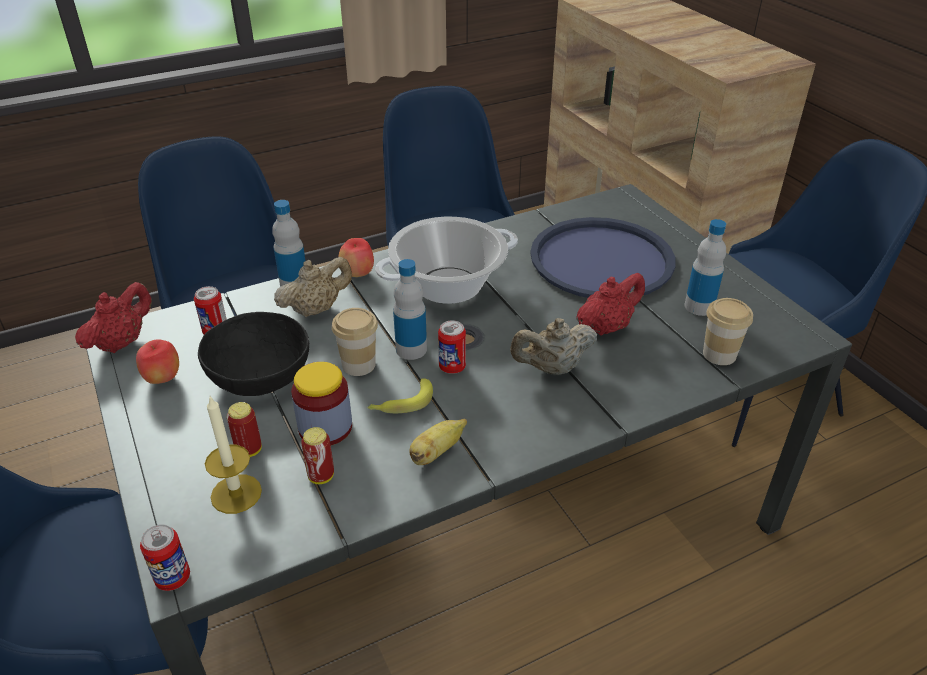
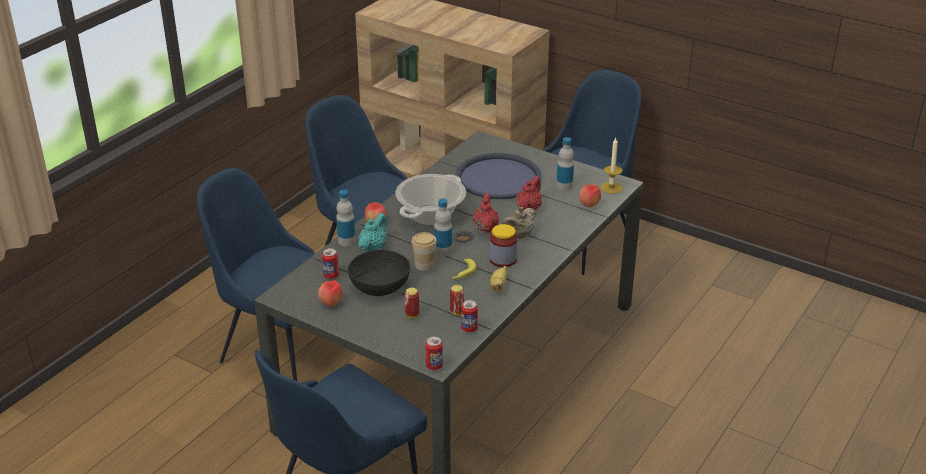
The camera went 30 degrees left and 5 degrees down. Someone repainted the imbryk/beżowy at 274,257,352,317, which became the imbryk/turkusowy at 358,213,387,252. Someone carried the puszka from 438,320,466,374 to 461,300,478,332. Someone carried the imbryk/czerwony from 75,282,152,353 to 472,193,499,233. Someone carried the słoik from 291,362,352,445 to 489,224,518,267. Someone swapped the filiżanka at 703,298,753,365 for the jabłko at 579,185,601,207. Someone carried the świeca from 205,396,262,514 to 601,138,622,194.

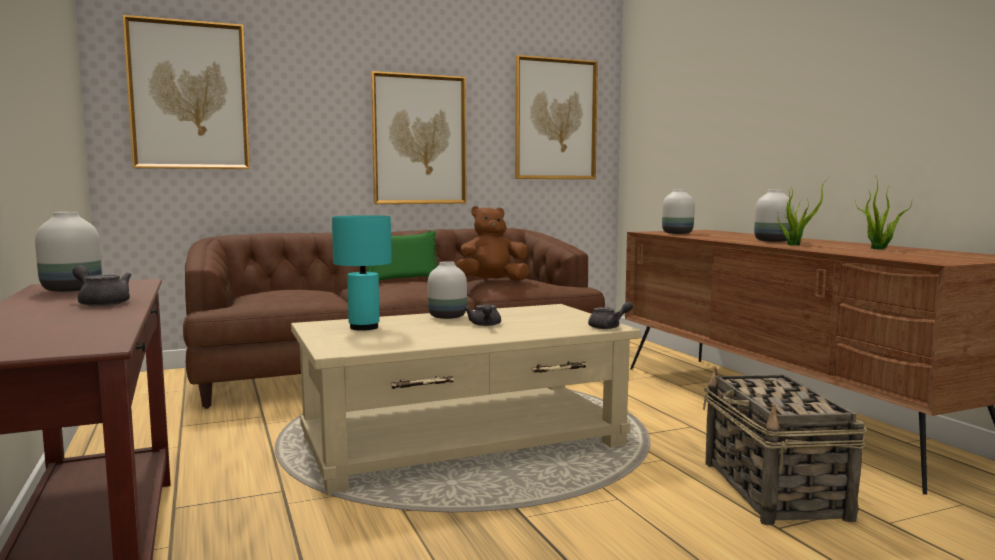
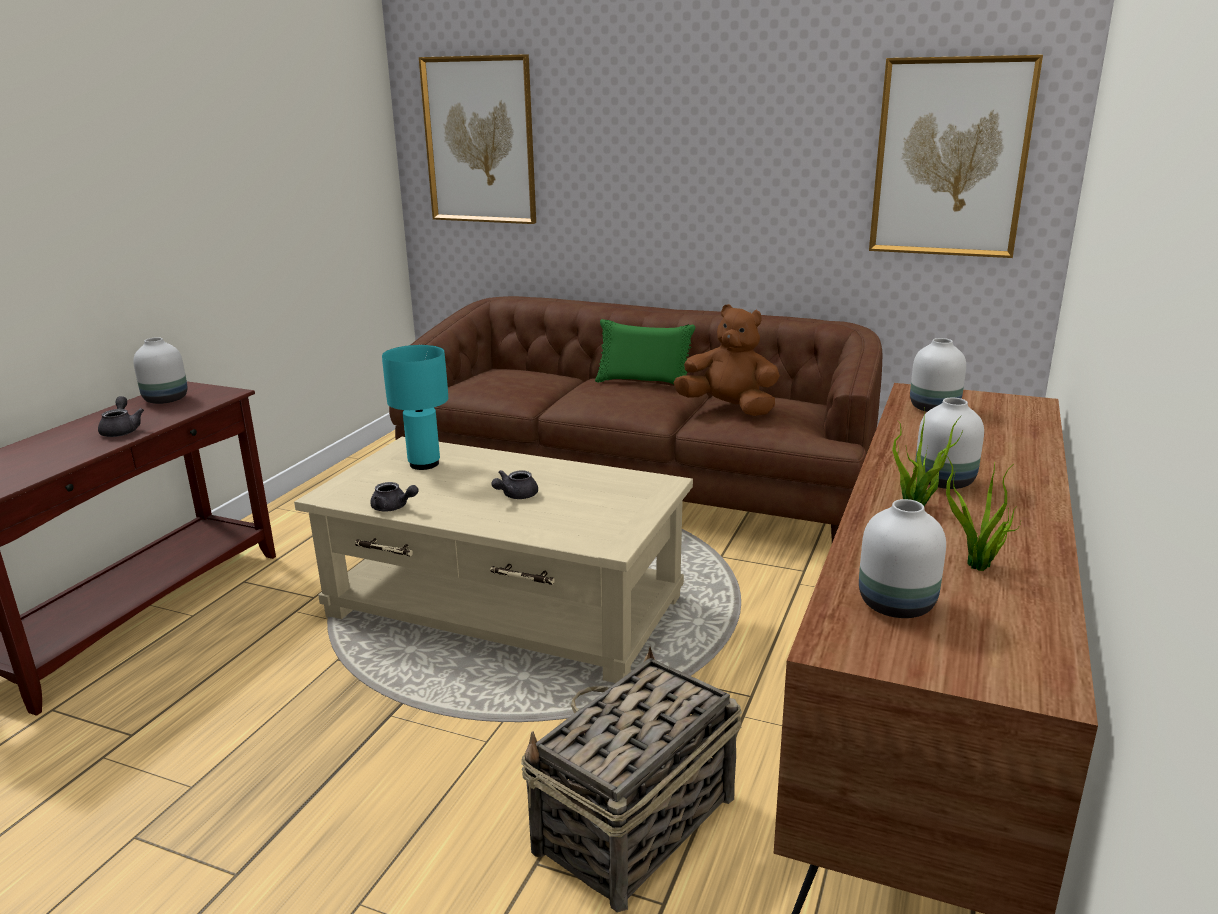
The camera went 45 degrees right and 15 degrees up. Someone carried the imbryk/szary from 588,301,633,329 to 370,482,419,511. Someone carried the wazon/biały from 428,261,467,319 to 859,499,946,618. Someone took away the obraz at 371,71,467,204.

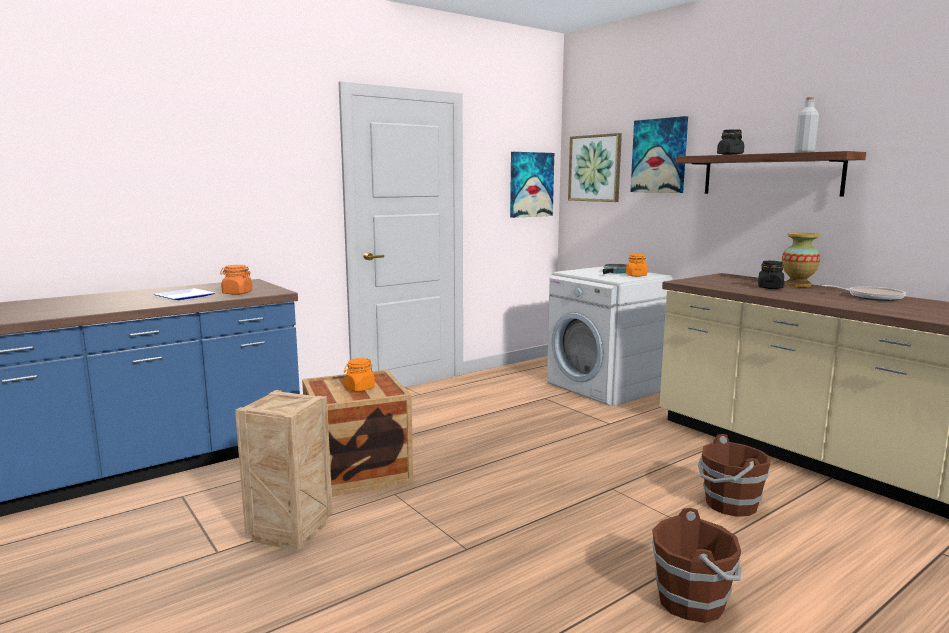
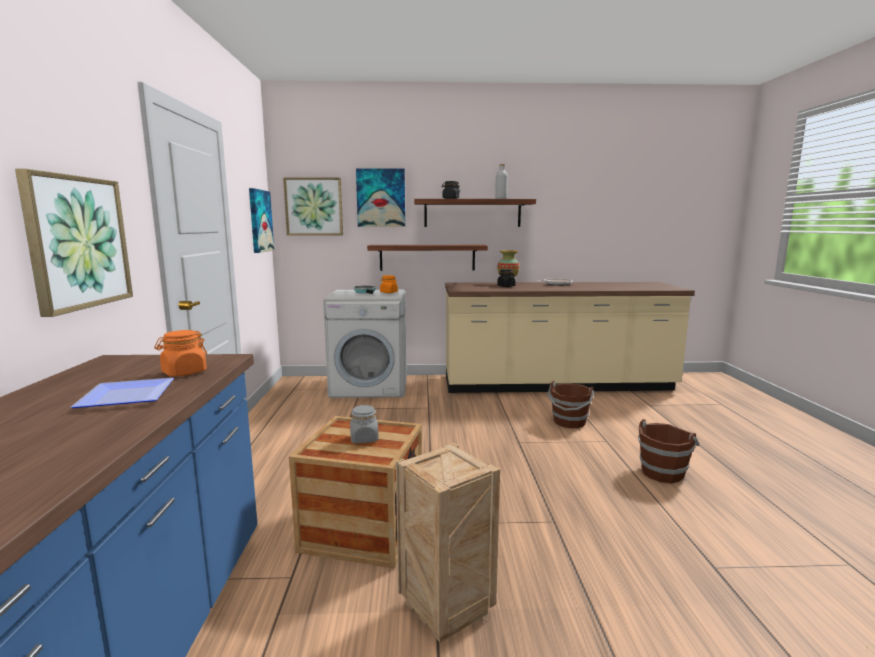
The camera went 55 degrees left and 0 degrees up. Someone put up the obraz at 15,169,133,317. Someone repainted the słoik/pomarańczowy at 344,358,375,392, which became the słoik/szary at 350,405,379,443. Someone put up the półka at 367,245,488,271.

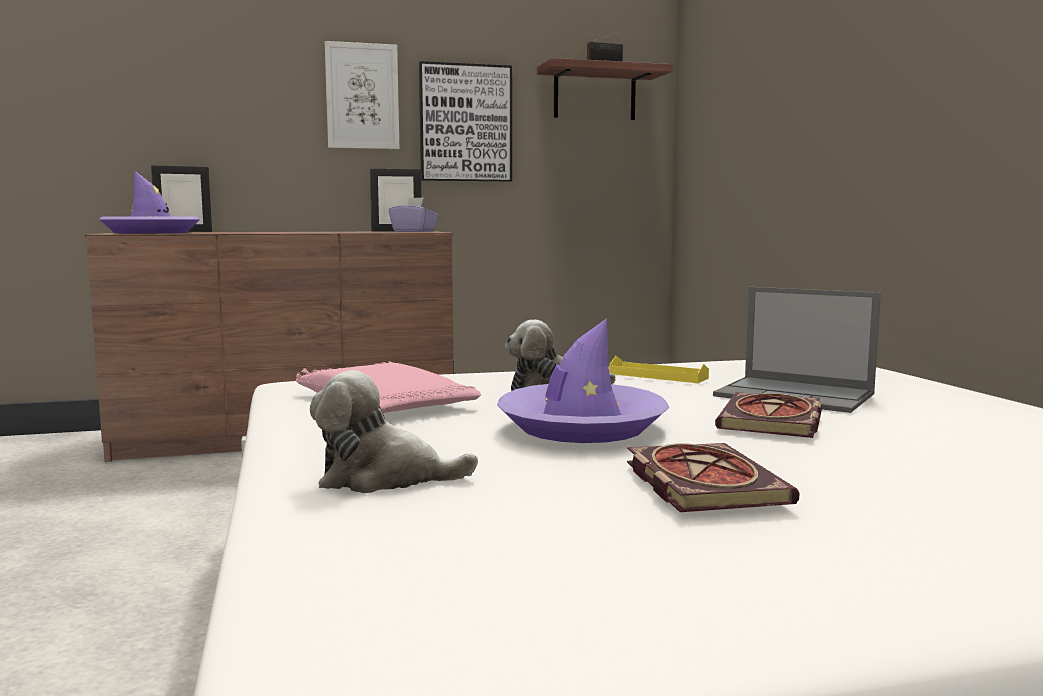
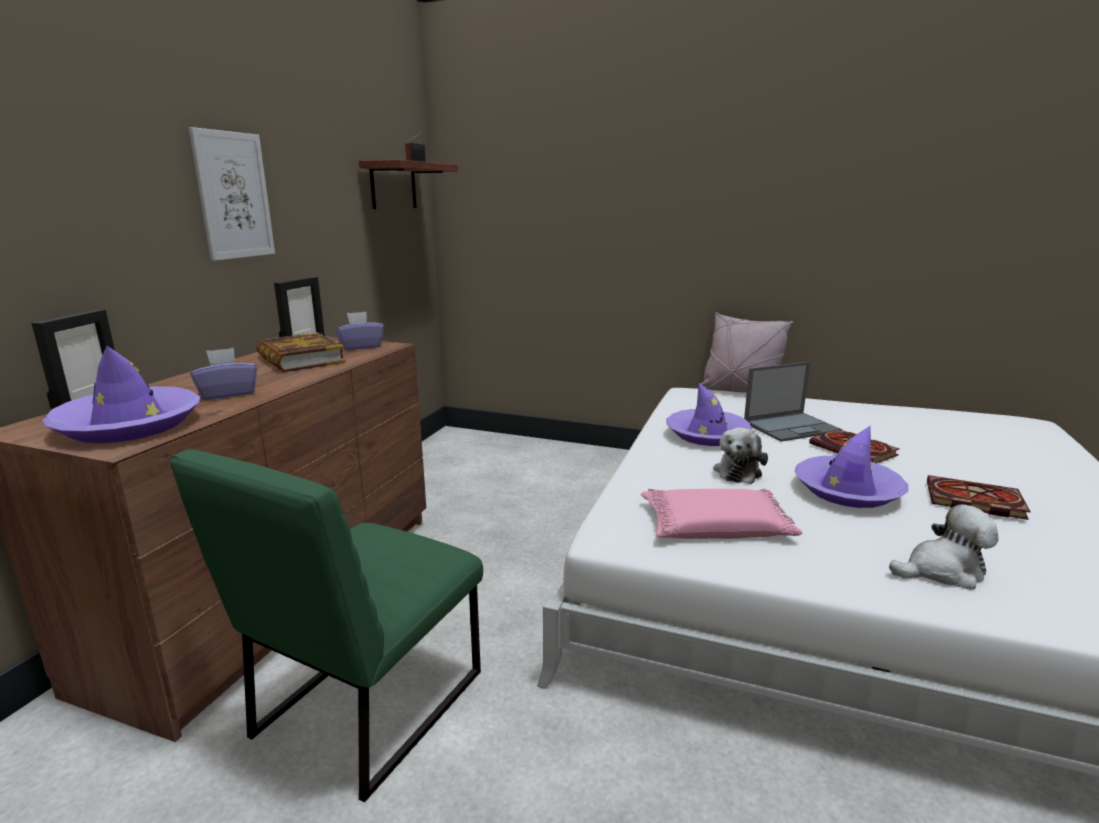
The camera went 55 degrees left and 10 degrees up. Someone put down the krzesło/zielony at 171,449,483,802. Someone put down the pudełko chusteczek/fioletowy at 191,348,257,400. Someone put down the książka at 256,332,346,372. Someone swapped the taca/żółty at 609,356,709,383 for the kapelusz/fioletowy at 666,383,752,446. Someone put down the poduszka/fioletowy at 701,312,793,393. Someone rotated the pluszak at 310,370,478,493 by 135 degrees counterclockwise. Someone took away the obraz at 419,61,512,182.

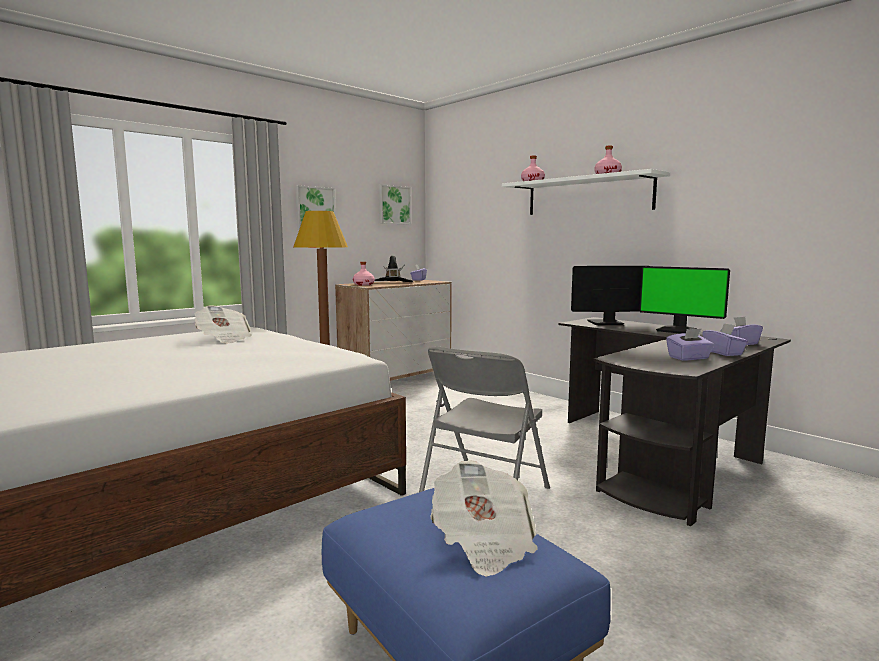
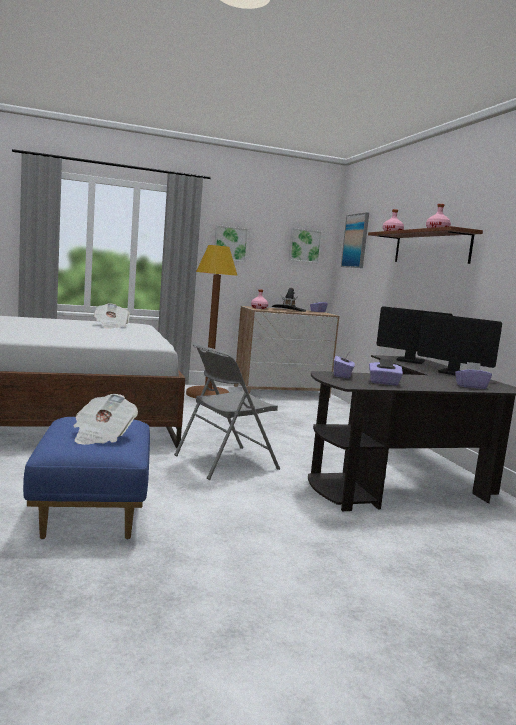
The camera went 25 degrees right and 0 degrees up. Someone carried the pudełko chusteczek/fioletowy from 702,323,748,356 to 334,353,355,378. Someone put up the obraz at 341,212,369,268. Someone repainted the półka/biały at 502,169,670,215, which became the półka/brązowy at 368,226,483,264. Someone rotated the monitor at 639,266,730,334 by 150 degrees clockwise.

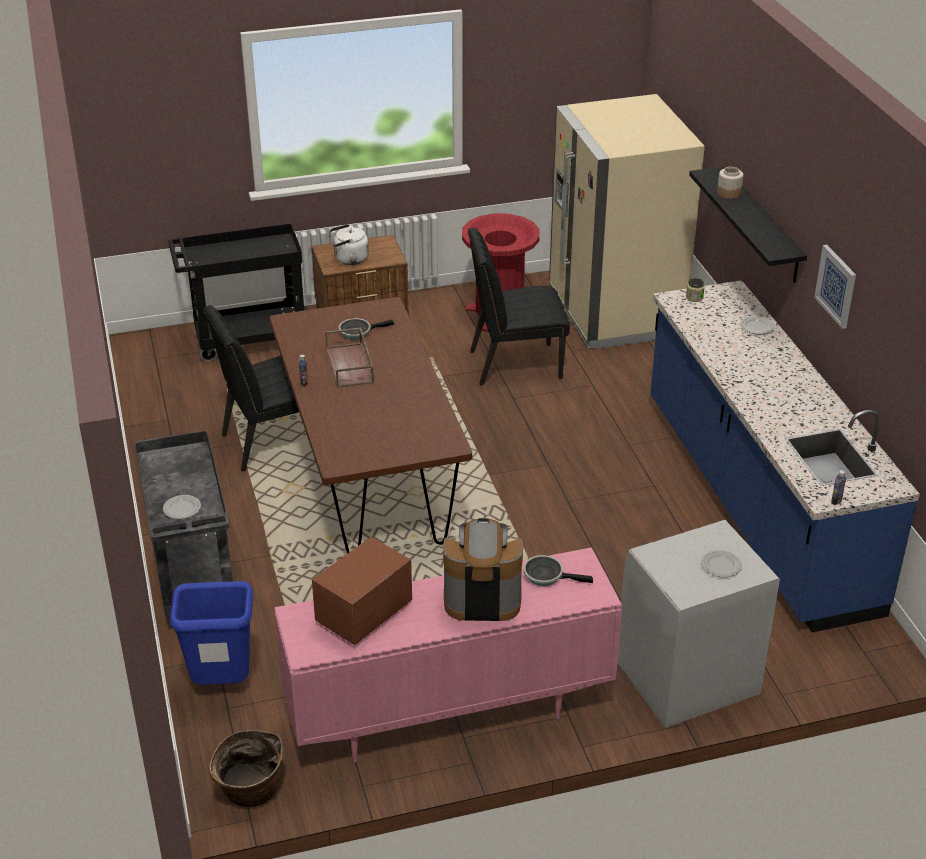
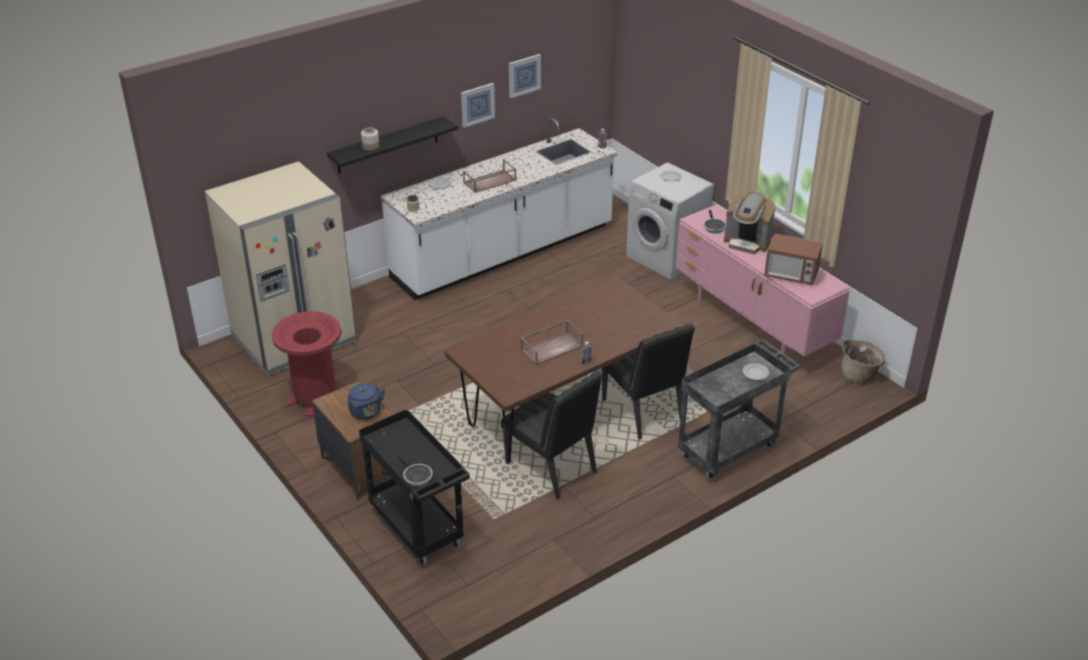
The camera went 110 degrees left and 0 degrees up. Someone repainted the czajnik/biały at 330,224,369,265, which became the czajnik/niebieski at 348,383,385,419. Someone repainted the zabudowa kuchenna/niebieski at 650,280,920,632, which became the zabudowa kuchenna/biały at 381,118,617,300. Someone carried the patelnia from 339,318,394,340 to 397,454,433,487. Someone put down the taca/brązowy at 463,159,516,193. Someone put up the obraz at 509,54,541,98. Someone carried the krzesło/czarny from 468,228,570,386 to 602,323,695,439. Someone rotated the ekspres do kawy at 443,518,523,621 by 45 degrees counterclockwise. Someone took away the kosz na śmieci/niebieski at 170,581,253,685.

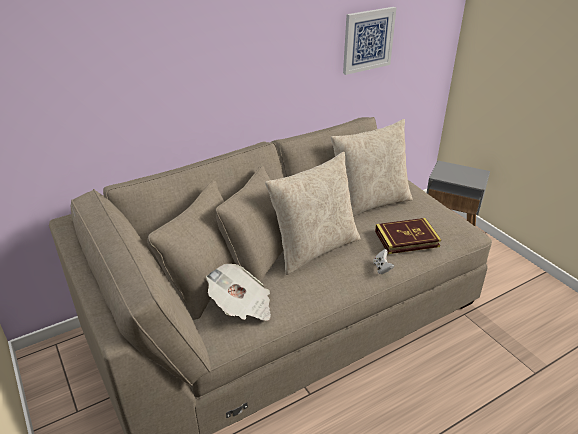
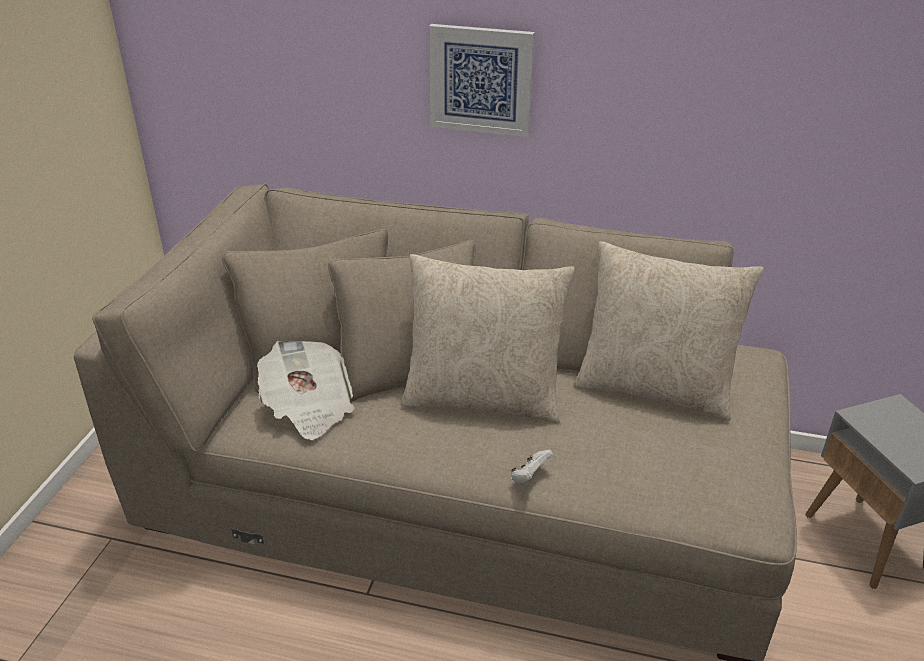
The camera went 45 degrees right and 0 degrees up. Someone carried the obraz from 343,7,396,75 to 429,24,535,137. Someone took away the książka at 375,218,441,254.

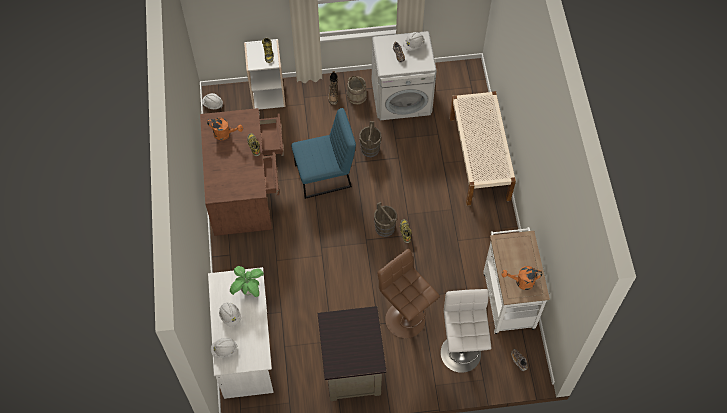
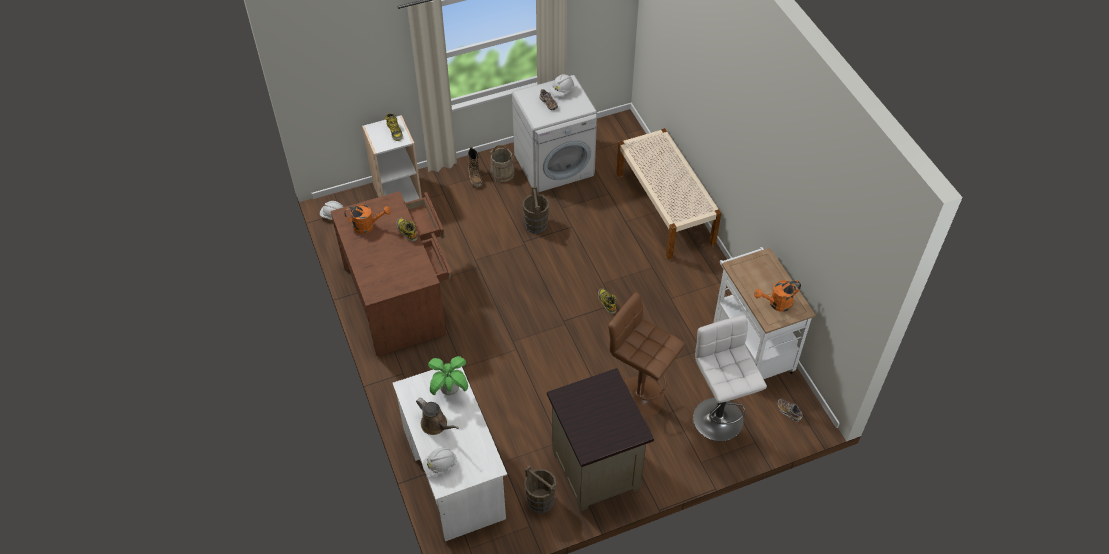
The camera went 15 degrees left and 10 degrees down. Someone swapped the kask/biały at 219,303,241,326 for the konewka/brązowy at 416,398,459,435. Someone carried the wiadro/brązowy from 374,202,397,237 to 524,465,557,513. Someone took away the krzesło/niebieski at 291,108,356,199.

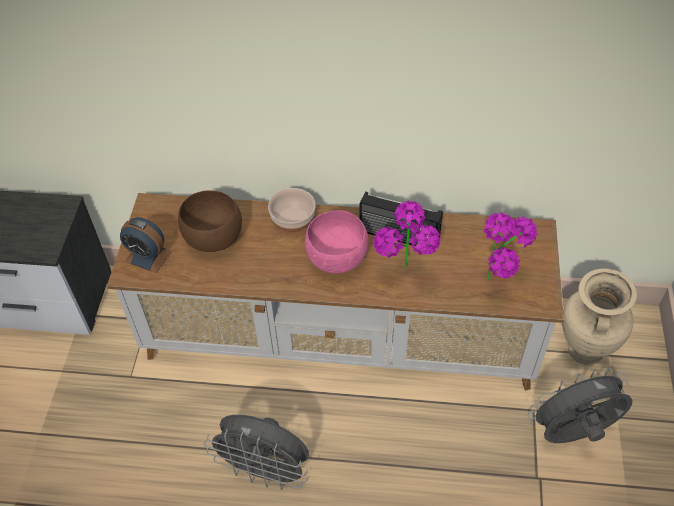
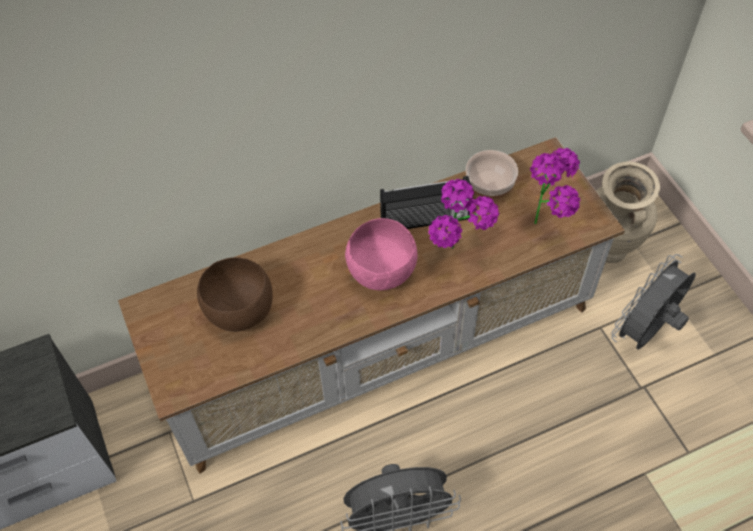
The camera went 30 degrees left and 5 degrees up. Someone carried the miska from 268,188,316,232 to 466,150,518,199. Someone took away the budzik at 120,217,172,273.

